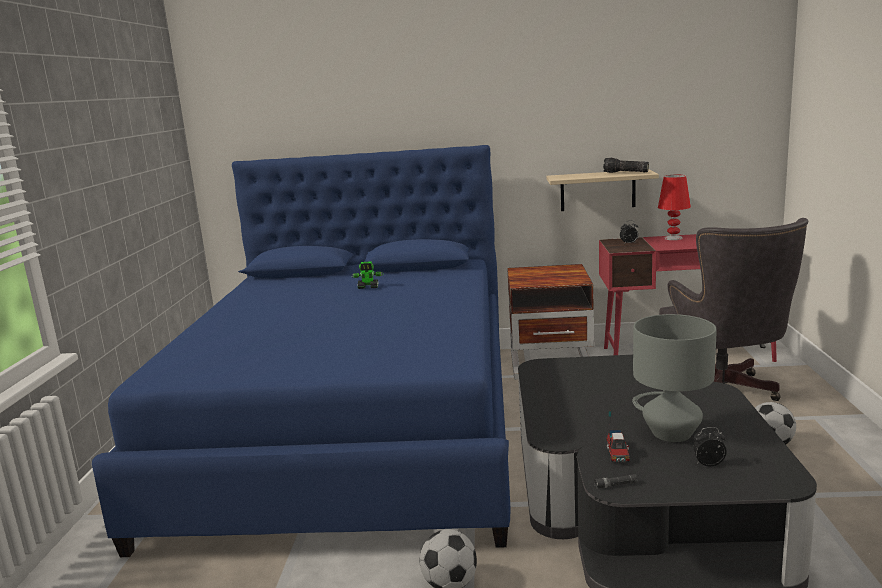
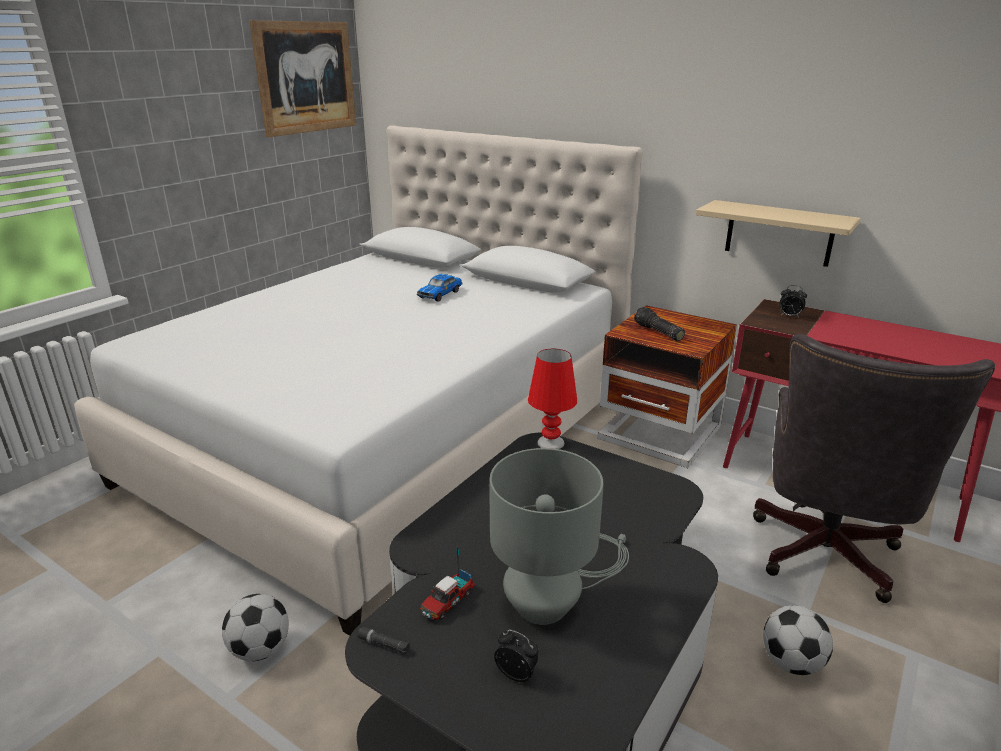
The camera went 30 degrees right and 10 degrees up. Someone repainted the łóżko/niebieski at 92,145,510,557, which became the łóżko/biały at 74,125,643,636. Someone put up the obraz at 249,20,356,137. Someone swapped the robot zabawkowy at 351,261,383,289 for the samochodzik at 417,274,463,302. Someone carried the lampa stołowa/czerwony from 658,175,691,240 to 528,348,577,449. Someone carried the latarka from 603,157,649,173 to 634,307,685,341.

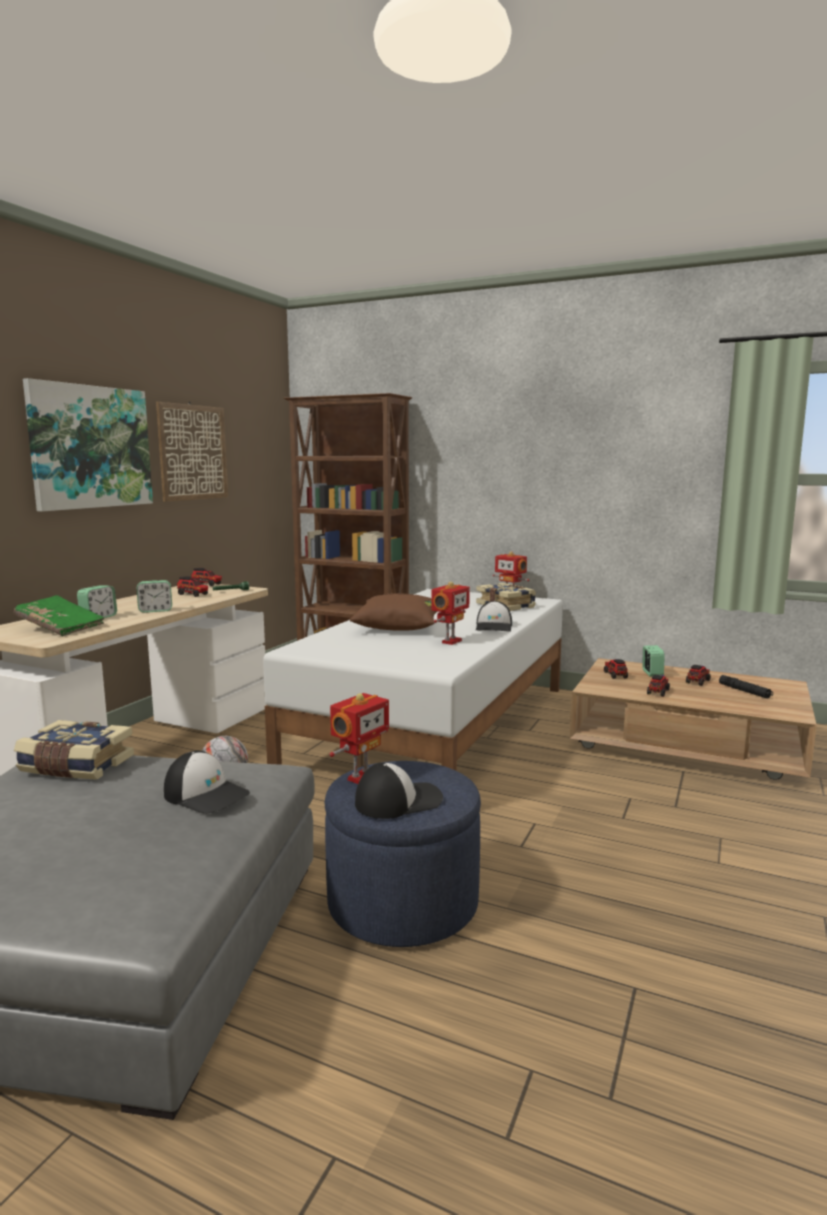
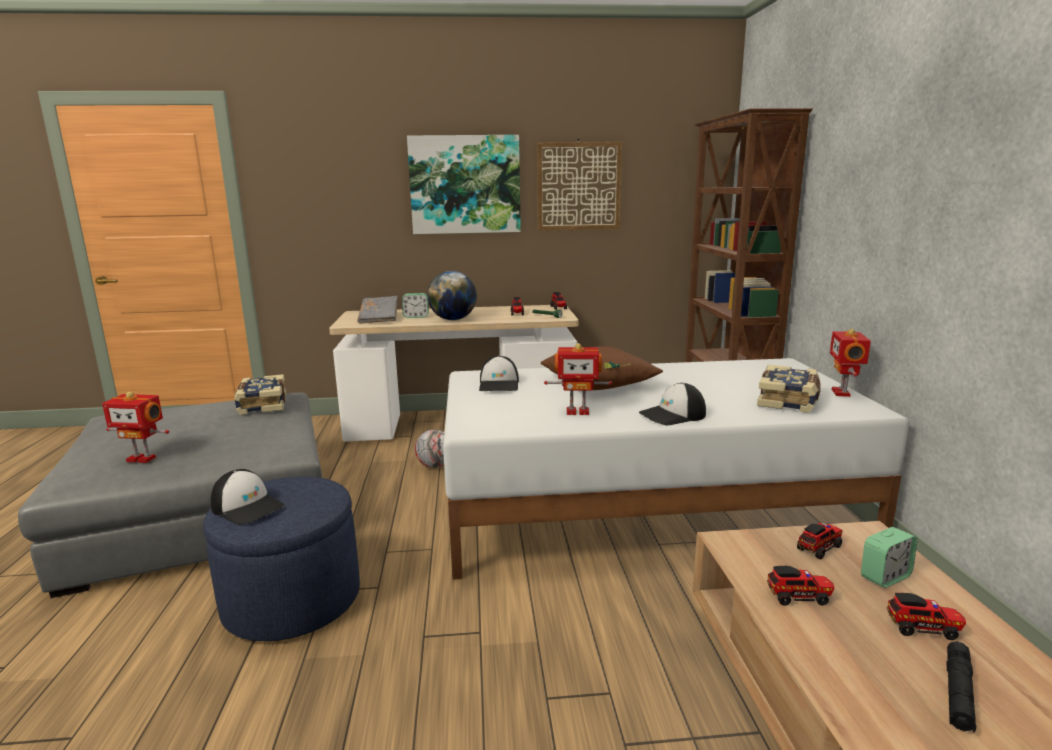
The camera went 60 degrees right and 5 degrees up. Someone carried the robot zabawkowy from 329,693,389,784 to 102,392,169,463. Someone repainted the książka/zielony at 14,595,105,636, which became the książka/szary at 358,296,398,324. Someone swapped the budzik at 136,580,172,613 for the globus at 427,271,477,320. Someone carried the czapka z daszkiem from 164,751,250,814 to 479,356,519,391.

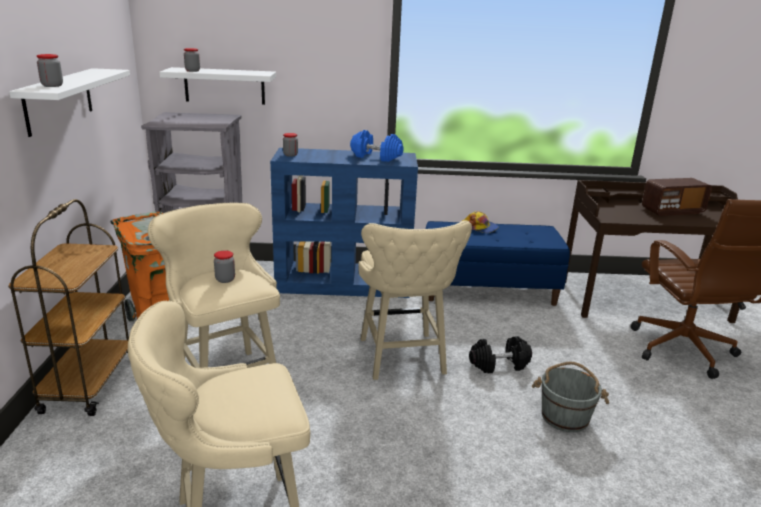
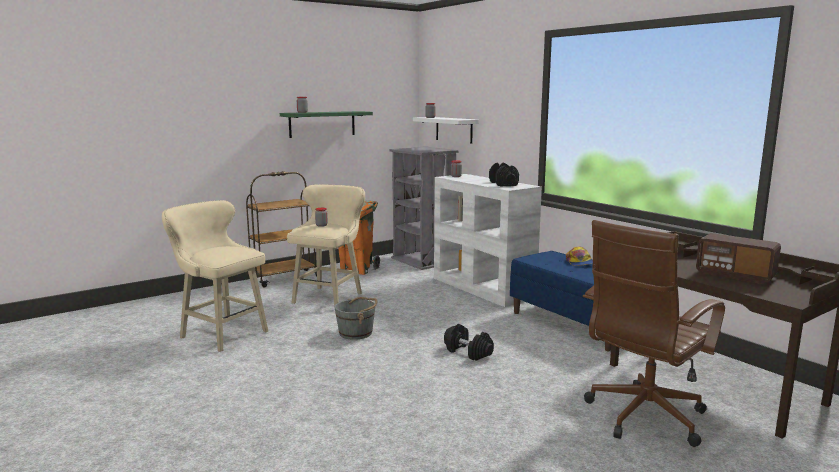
The camera went 55 degrees right and 10 degrees down. Someone repainted the półka/biały at 9,68,130,137, which became the półka/zielony at 280,111,373,138. Someone carried the wiadro/szary from 532,361,609,432 to 334,297,377,340. Someone repainted the regał/niebieski at 270,148,418,298, which became the regał/biały at 434,174,542,307. Someone repainted the hantel/niebieski at 350,130,404,162, which became the hantel/czarny at 489,163,519,186. Someone took away the stołek/beżowy at 358,220,472,380.

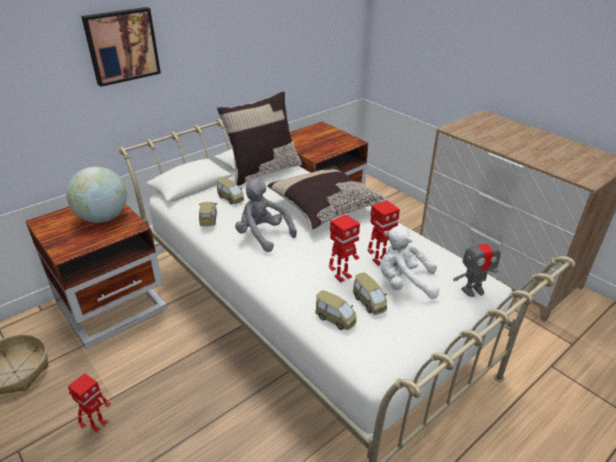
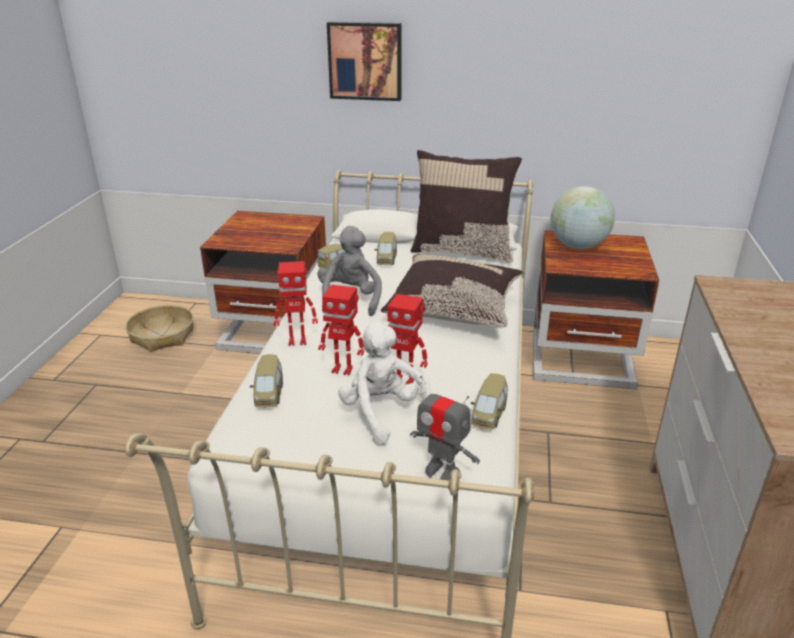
The camera went 50 degrees right and 5 degrees down. Someone carried the robot zabawkowy from 68,373,111,433 to 274,261,318,346. Someone carried the samochodzik from 353,272,387,315 to 470,373,508,430. Someone carried the globus from 66,167,127,223 to 551,186,615,249.

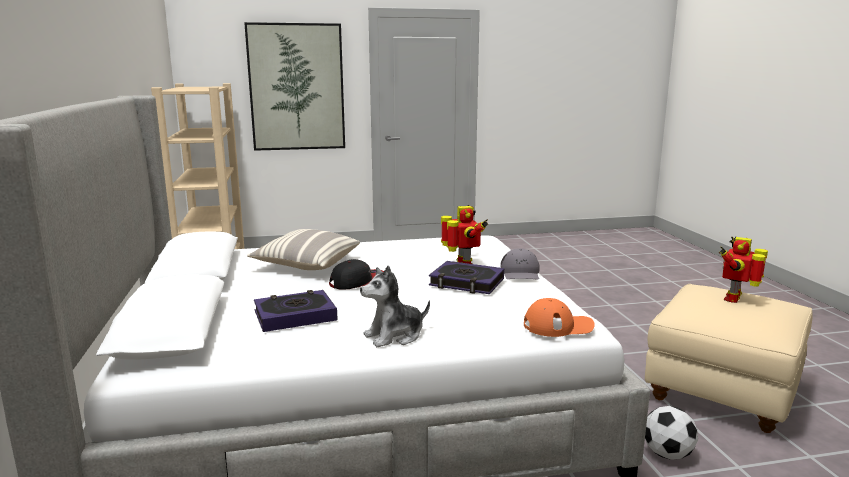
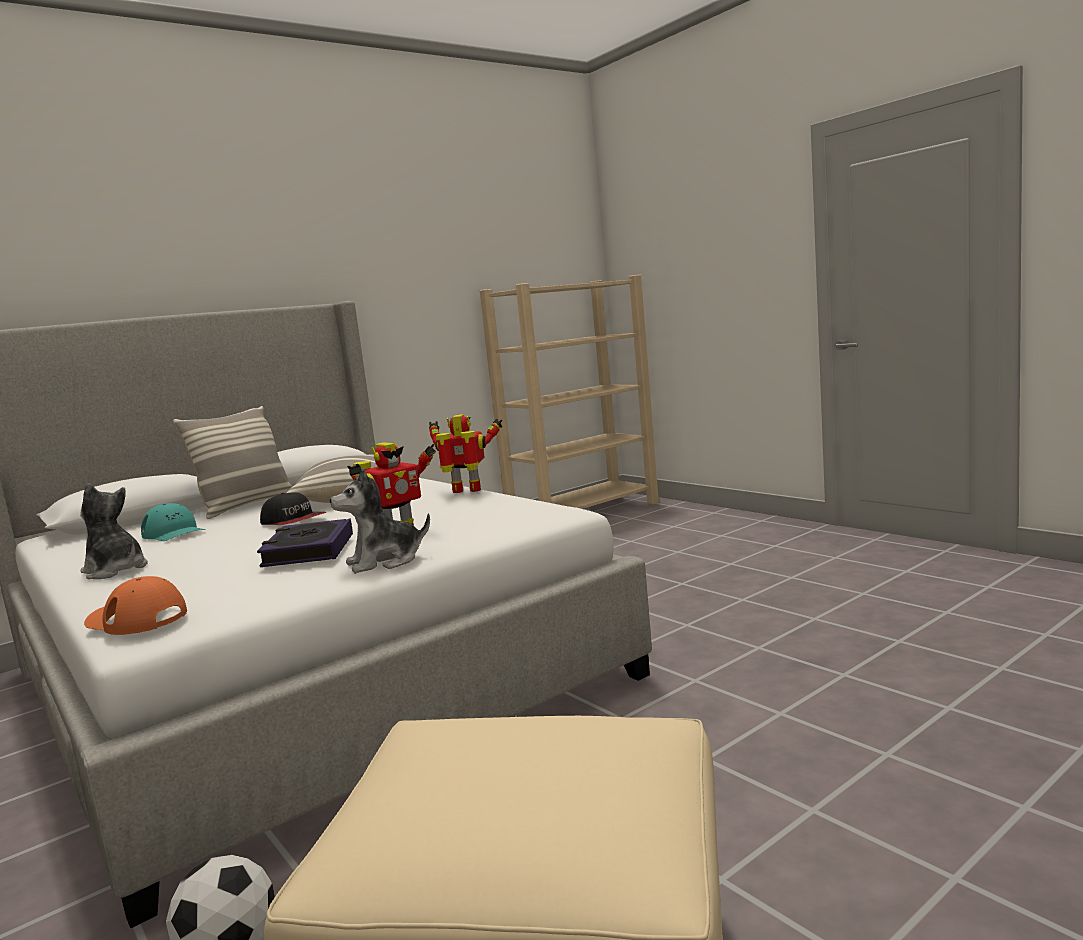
The camera went 65 degrees right and 5 degrees down. Someone rotated the czapka z daszkiem/pomarańczowy at 524,298,595,337 by 150 degrees clockwise. Someone swapped the książka at 254,290,337,332 for the czapka z daszkiem/turkusowy at 141,503,205,541. Someone put down the poduszka at 173,406,292,519. Someone swapped the czapka z daszkiem/szary at 500,248,540,280 for the pluszak at 330,467,430,574. Someone carried the robot zabawkowy from 718,237,768,303 to 429,414,503,493. Someone took away the obraz at 244,22,345,151.

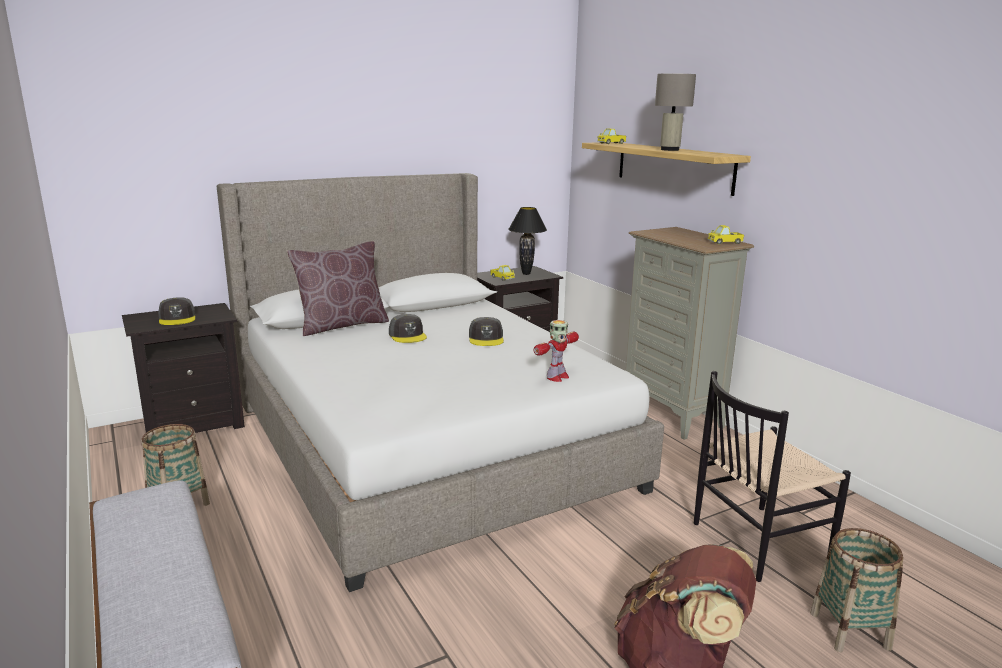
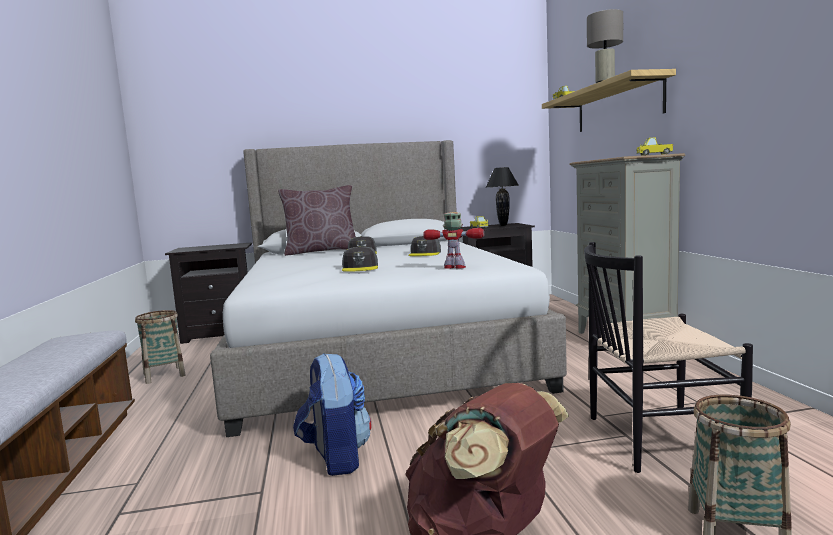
The camera went 20 degrees right and 10 degrees down. Someone put down the plecak at 293,353,371,476. Someone carried the czapka z daszkiem/szary from 158,298,195,325 to 342,246,378,272. Someone rotated the robot zabawkowy at 534,320,579,382 by 135 degrees counterclockwise.

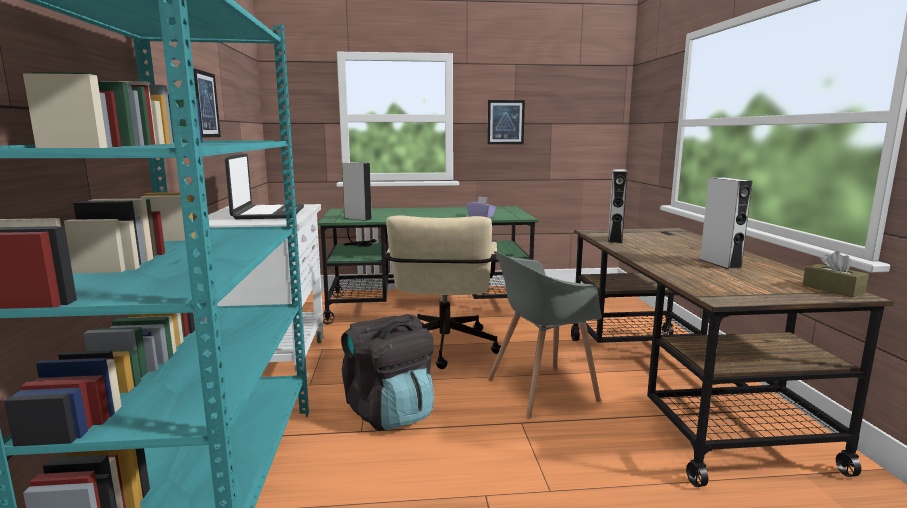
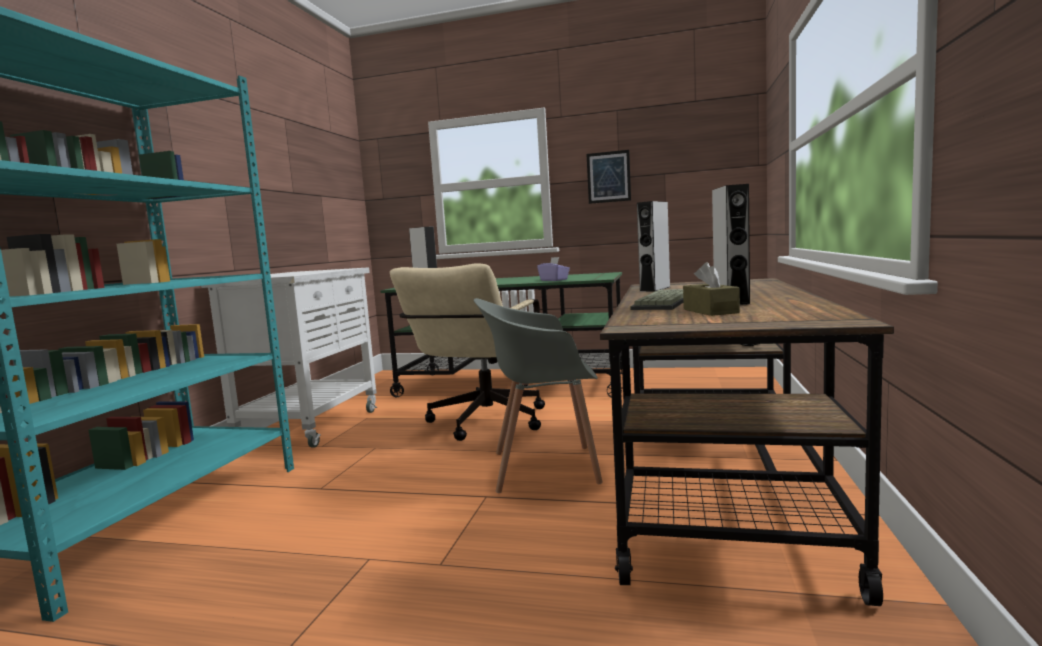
The camera went 20 degrees right and 5 degrees down. Someone put down the klawiatura at 630,289,683,310. Someone carried the pudełko chusteczek/brązowy from 803,251,869,297 to 683,262,740,316. Someone took away the obraz at 193,68,221,138. Someone took away the laptop at 225,153,304,219. Someone took away the plecak/czarny at 341,314,434,431.

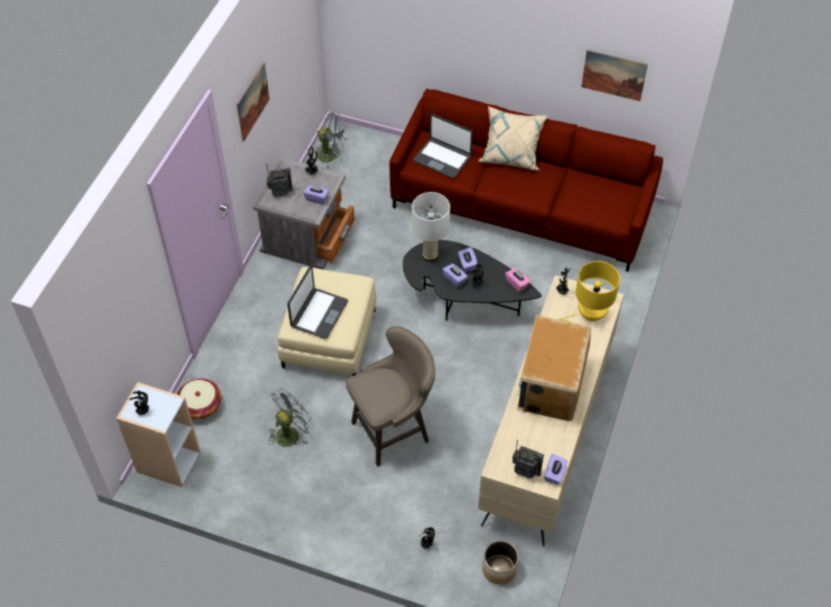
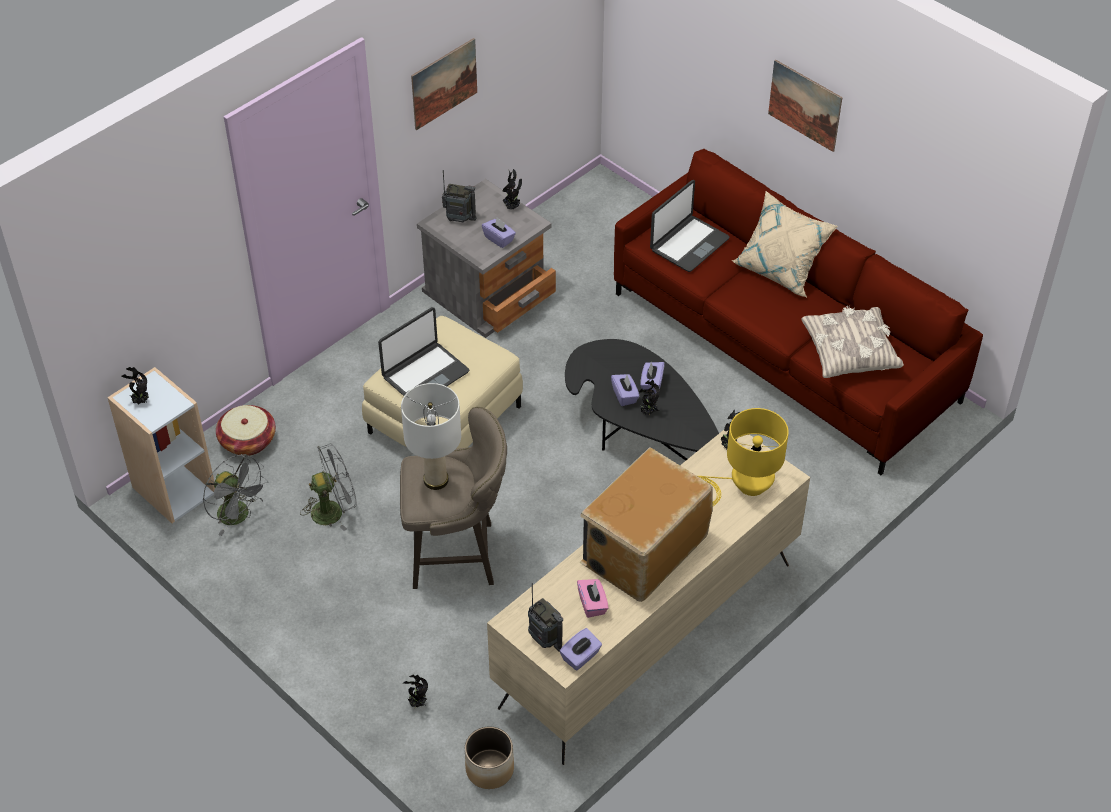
The camera went 25 degrees right and 5 degrees down. Someone carried the wentylator/szary from 314,112,347,169 to 203,454,268,536. Someone carried the lampa stołowa/biały from 412,192,450,262 to 401,383,461,490. Someone carried the pudełko chusteczek/różowy from 505,268,531,292 to 577,579,609,618. Someone rotated the laptop at 413,114,473,179 by 105 degrees counterclockwise. Someone carried the obraz from 581,50,648,101 to 768,60,842,152. Someone put down the poduszka/beżowy at 802,306,904,378.

